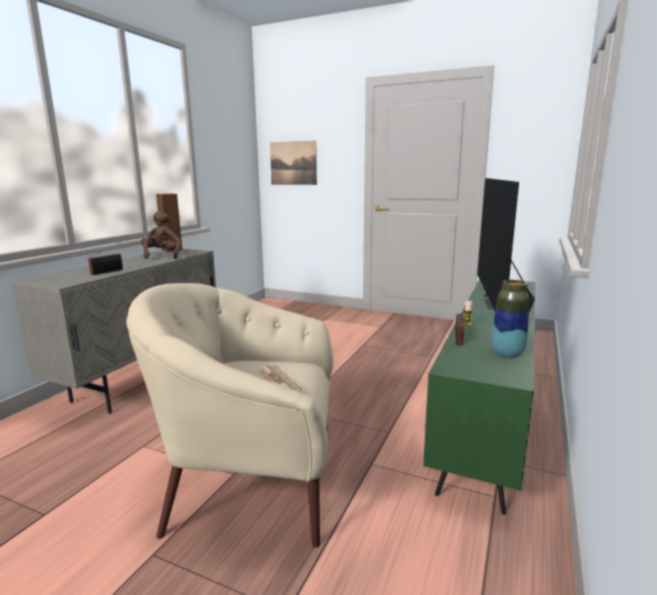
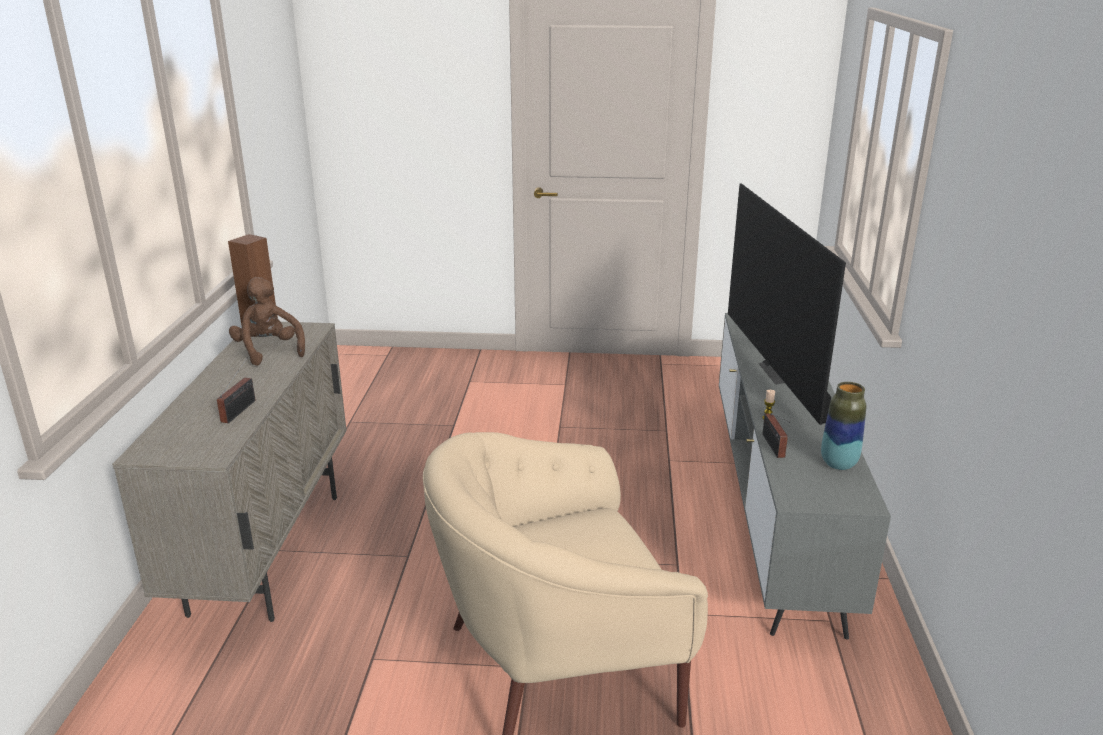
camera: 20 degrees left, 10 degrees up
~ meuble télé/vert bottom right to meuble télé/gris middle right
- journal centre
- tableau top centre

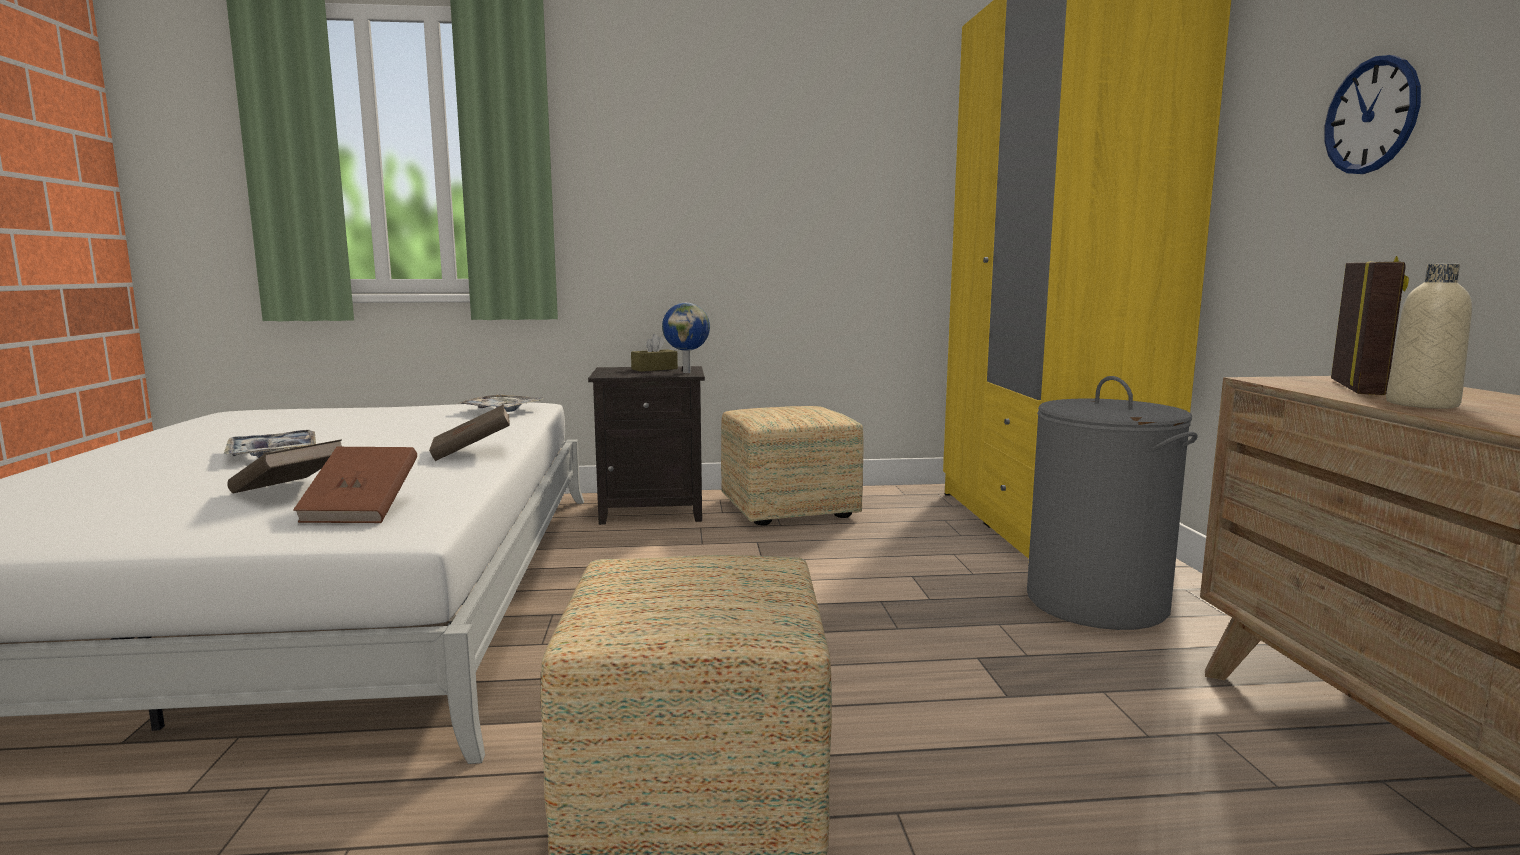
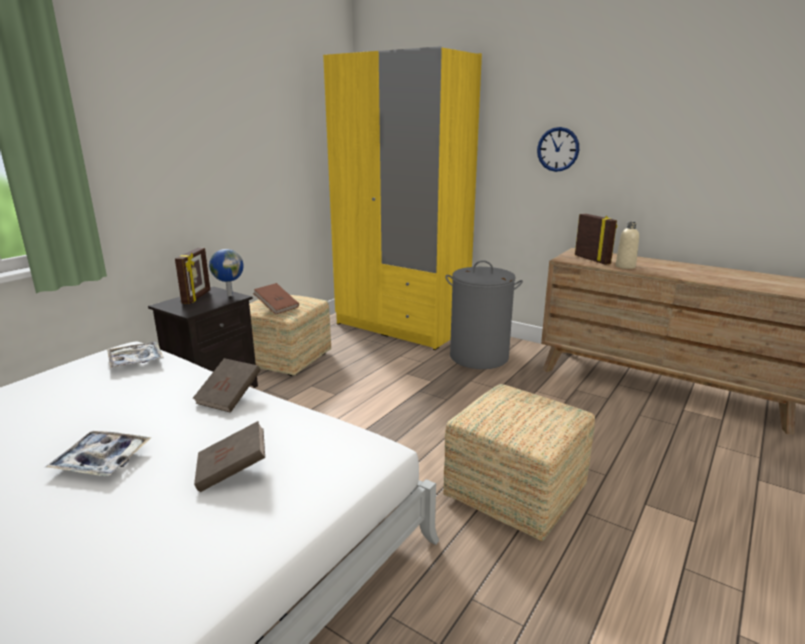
camera: 50 degrees left, 10 degrees up
~ boîte à mouchoirs/marron centre to cadre photo (1st from left) middle left
~ livre/marron (2nd from left in the first image) middle left to livre/marron (3rd from left) centre

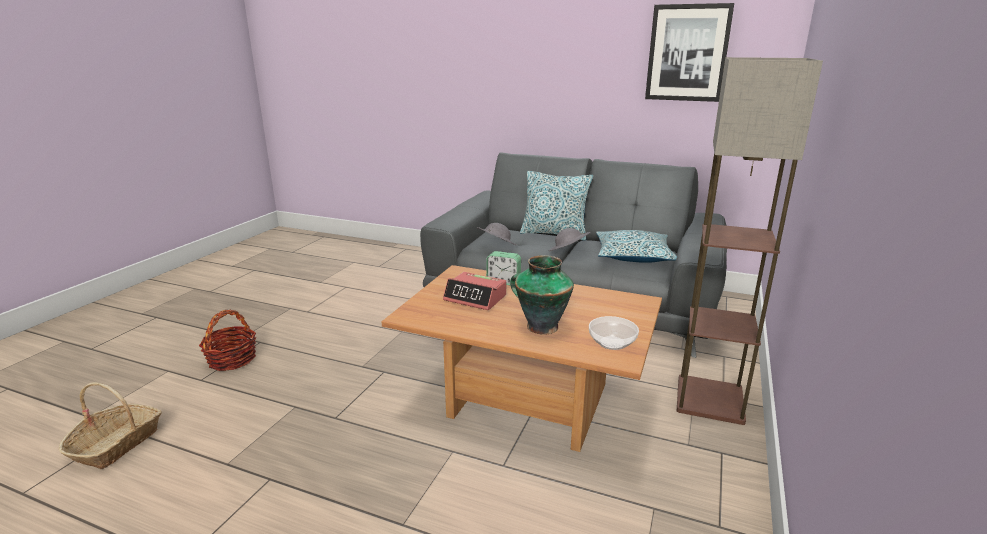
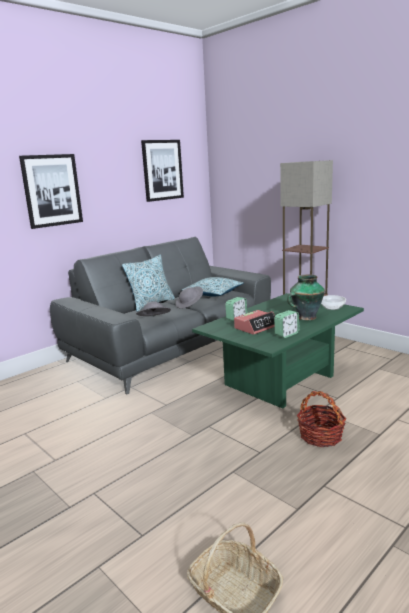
camera: 65 degrees left, 5 degrees down
+ tableau (1st from left) top left
~ table basse/marron bottom centre to table basse/vert middle right
+ réveil (3rd from left) middle right
~ panier (2nd from left) middle left to bottom right

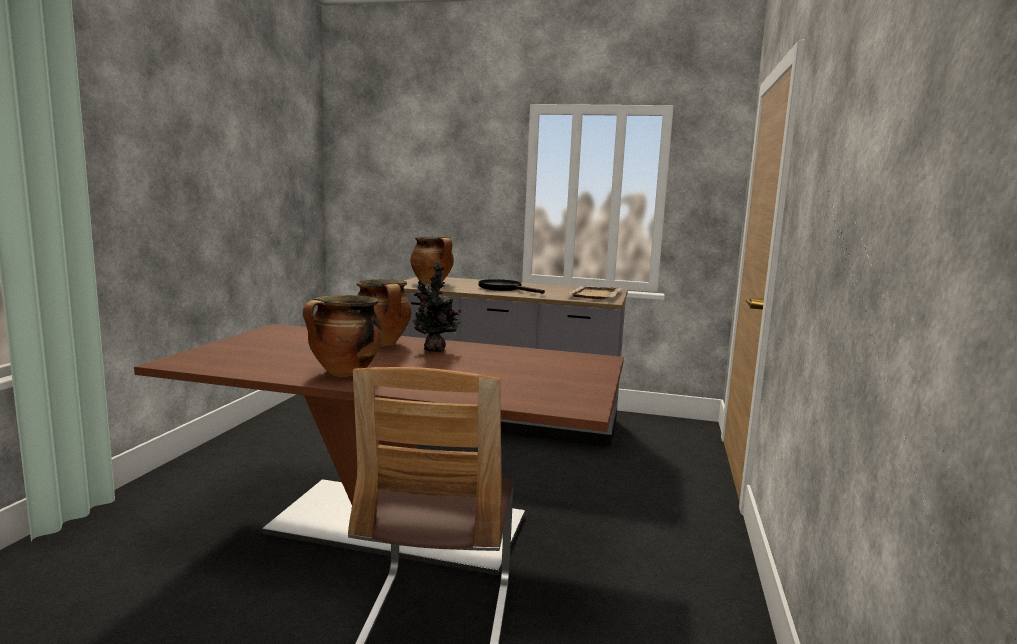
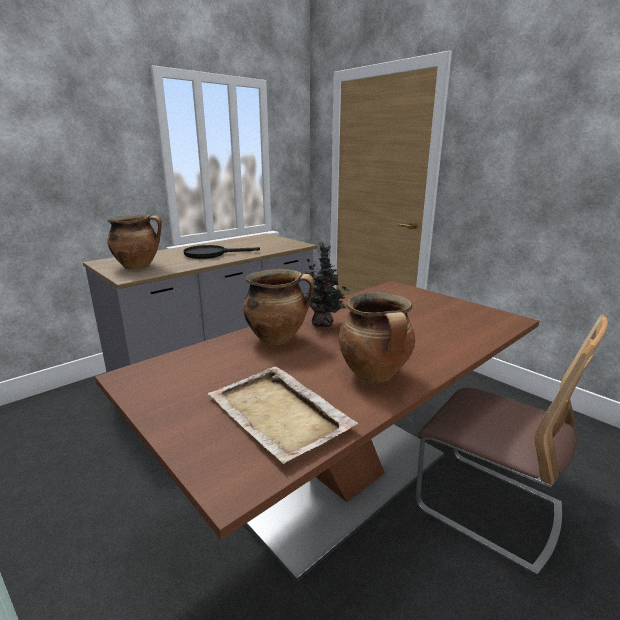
camera: 55 degrees left, 10 degrees up
~ plateau/beige centre to bottom centre

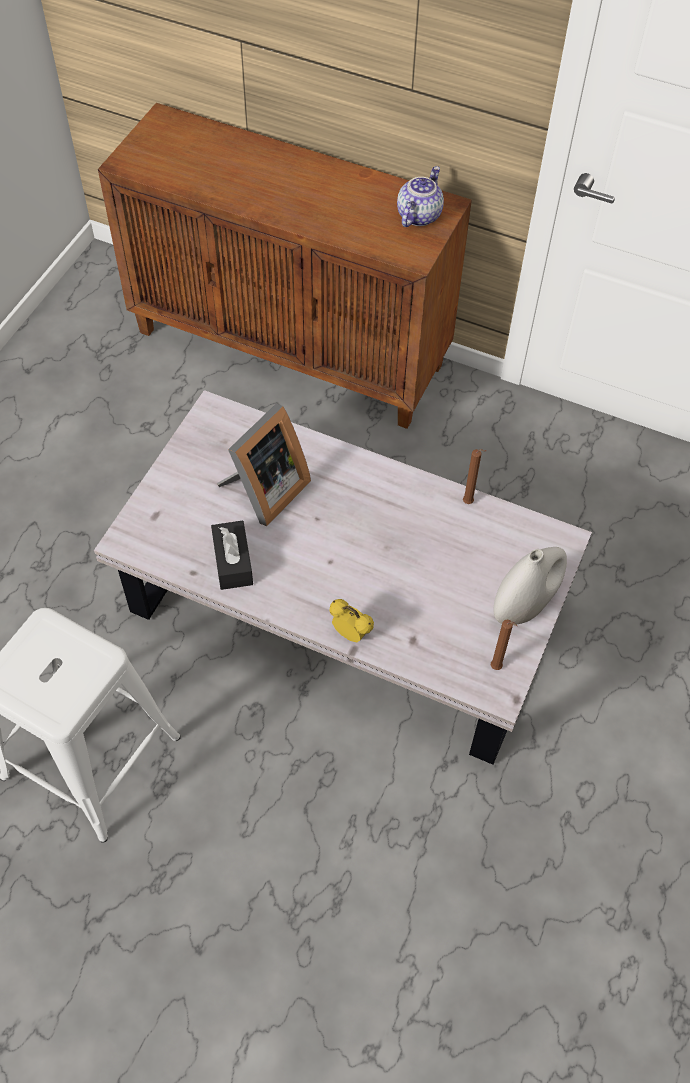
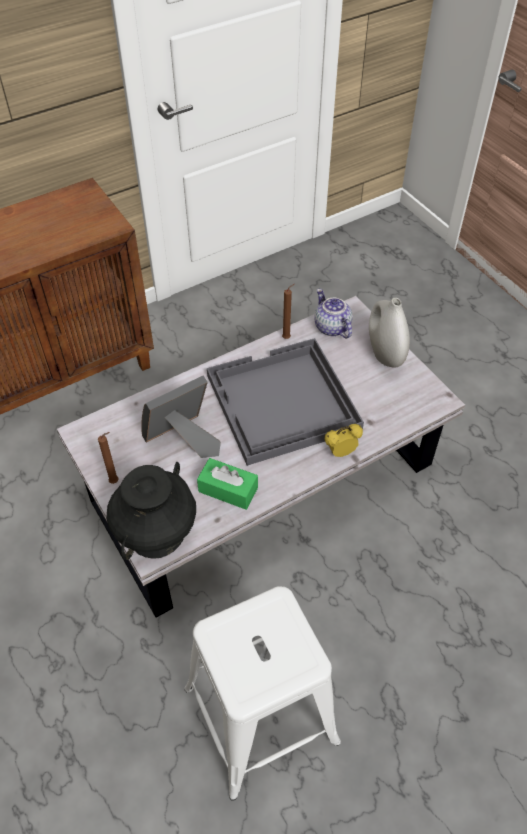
camera: 55 degrees left, 5 degrees down
~ bougie/marron (2nd from left in the first image) middle right to bougie/marron (1st from left) middle left
+ vase/noir middle left
~ cadre photo centre = centre 105 degrees counterclockwise
~ boîte à mouchoirs/noir centre to boîte à mouchoirs/vert centre
+ plateau/gris centre
~ théière top centre to centre

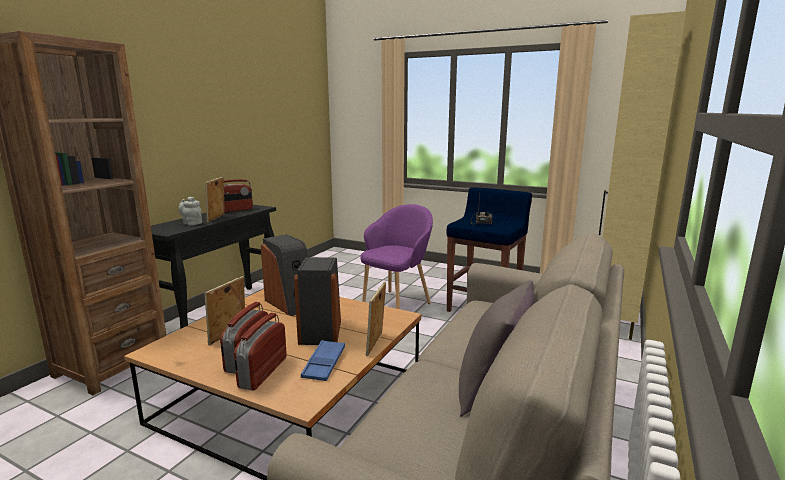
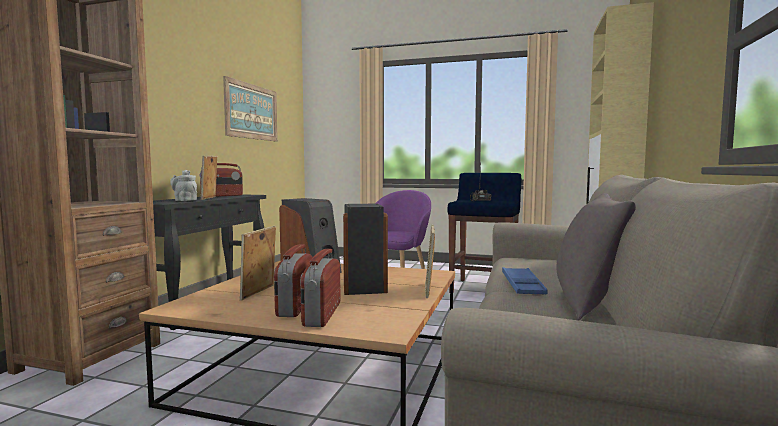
camera: 10 degrees left, 10 degrees down
+ tableau top left
~ plateau/bleu bottom centre to middle right

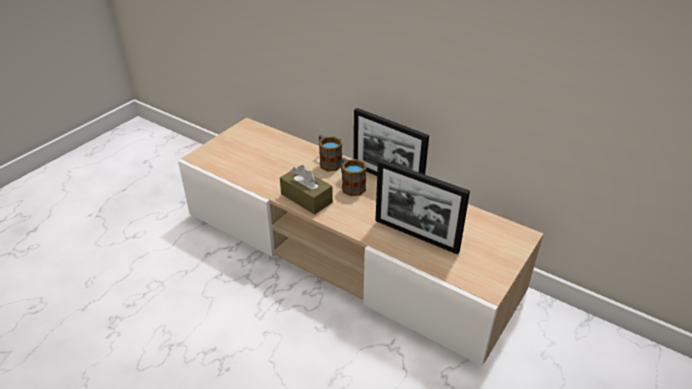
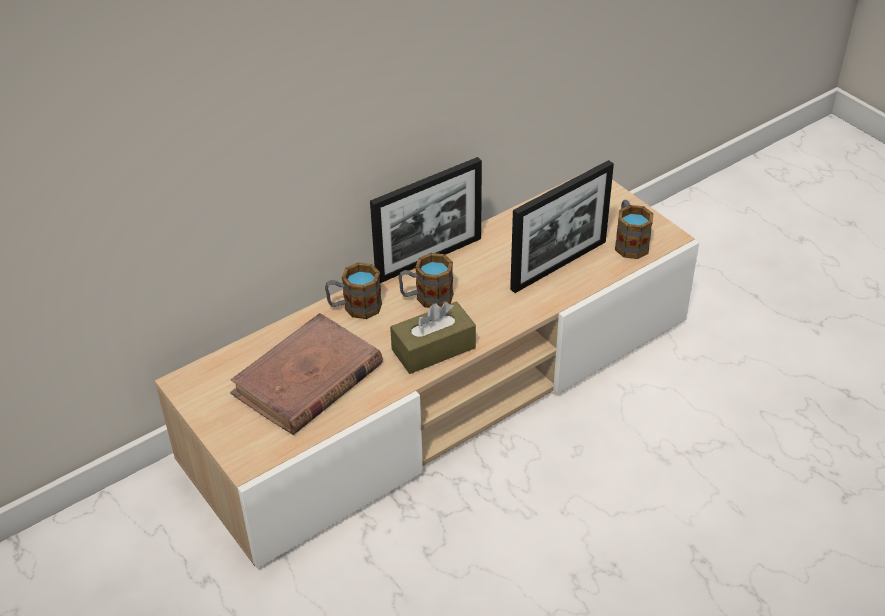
camera: 70 degrees left, 5 degrees up
+ livre/marron centre
+ mug (3rd from left) middle right

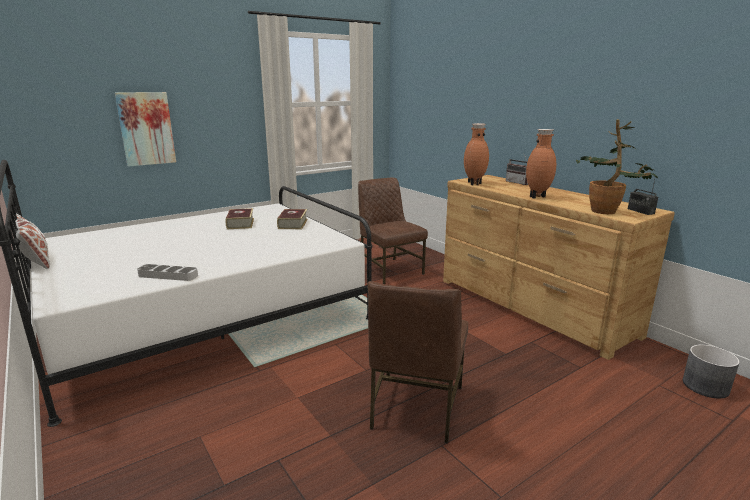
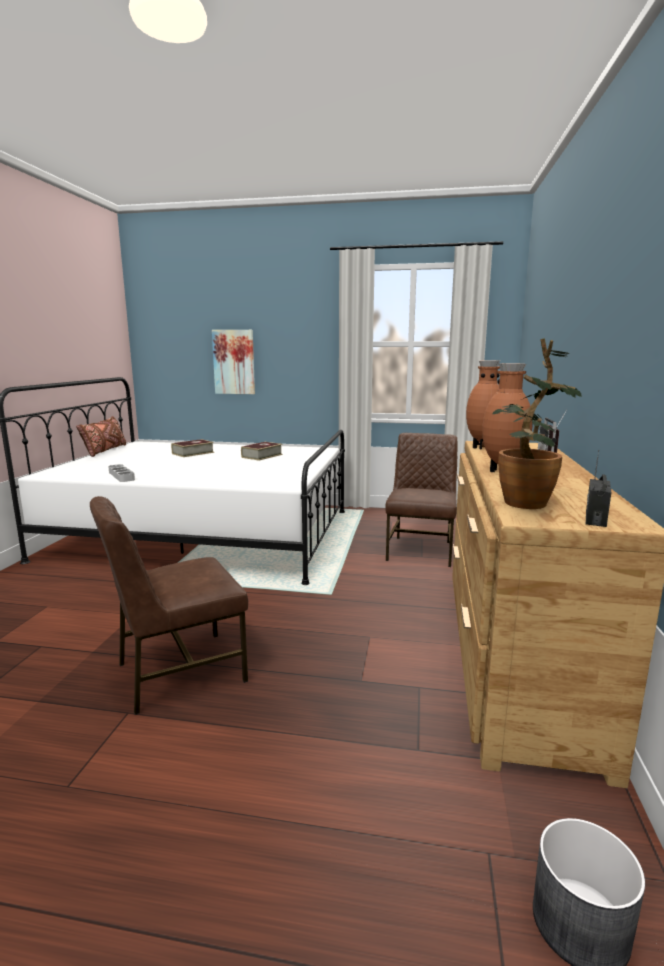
camera: 45 degrees right, 5 degrees down
~ coussin/blanc middle left to coussin/marron middle left
~ livre (2nd from left in the first image) centre to livre (1st from left) middle left

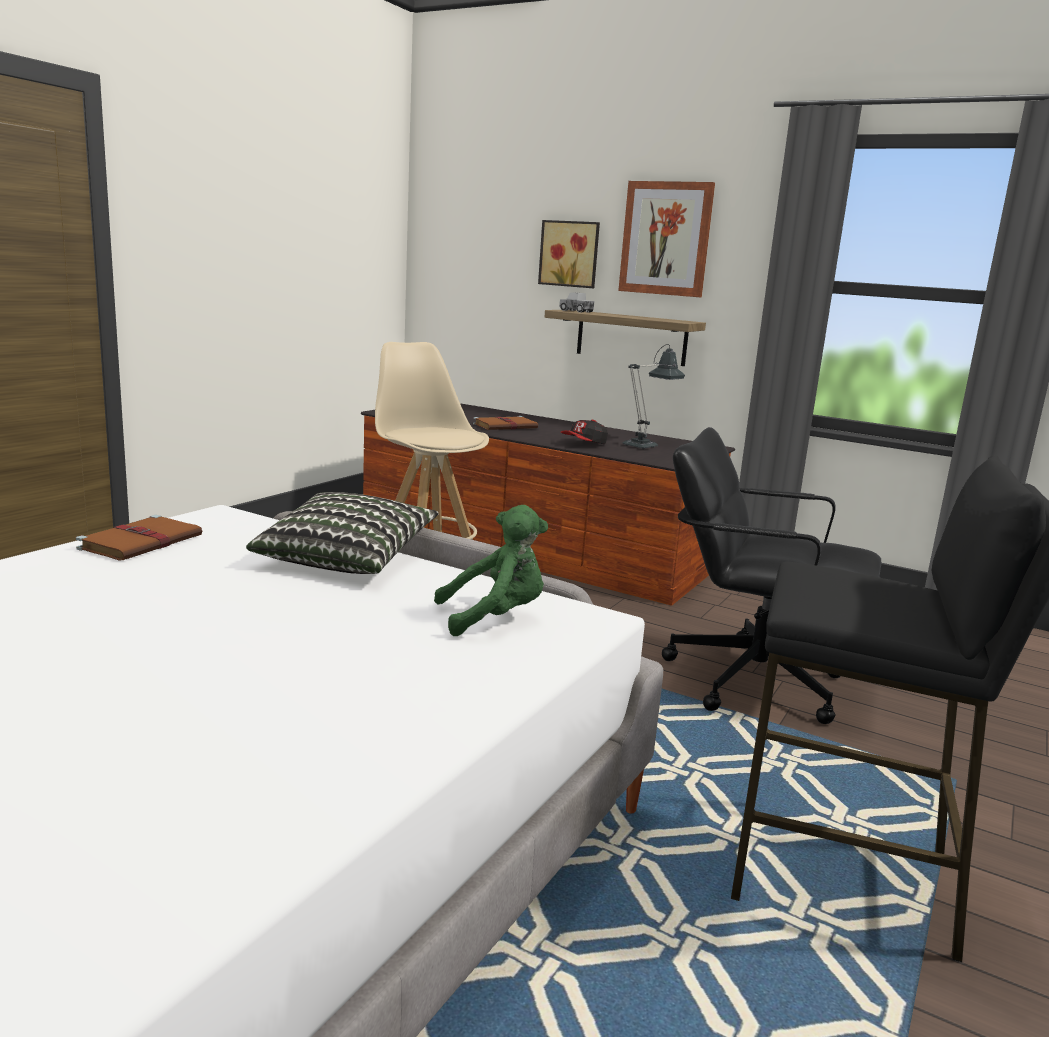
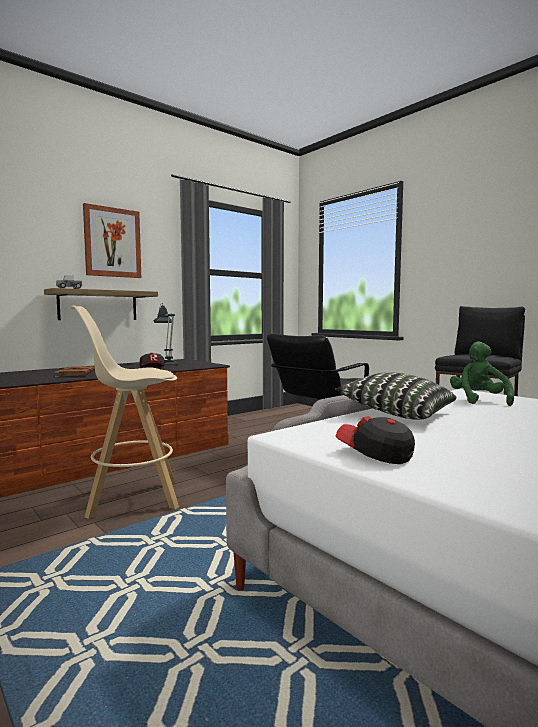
camera: 70 degrees left, 10 degrees down
~ livre/marron (1st from left) middle left to casquette (2nd from left) middle right
- tableau (1st from left) top centre

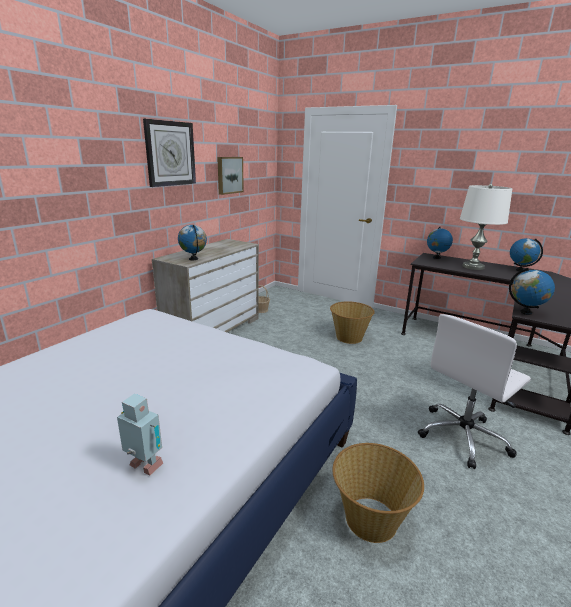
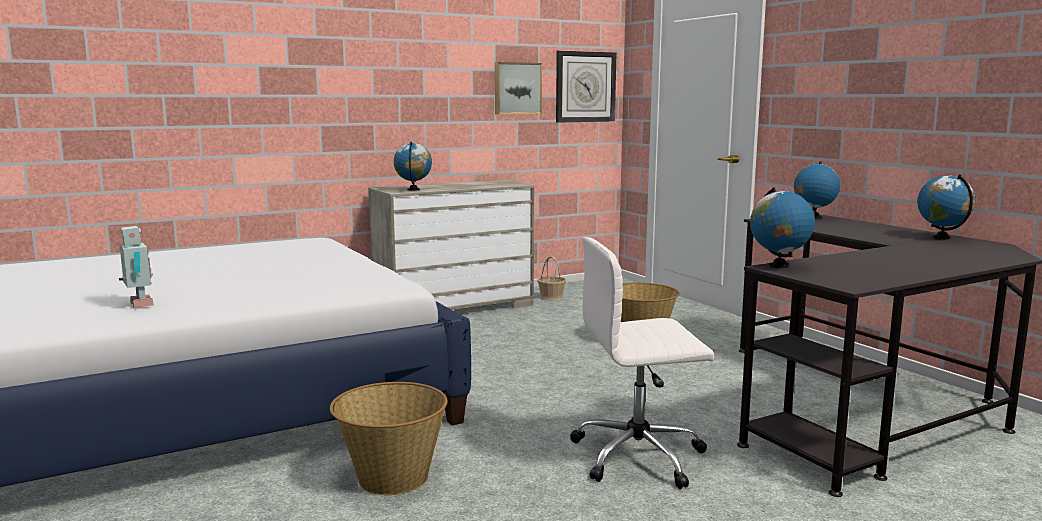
camera: 30 degrees right, 10 degrees down
~ horloge murale top left to top centre
- lampe de table/blanc middle right

